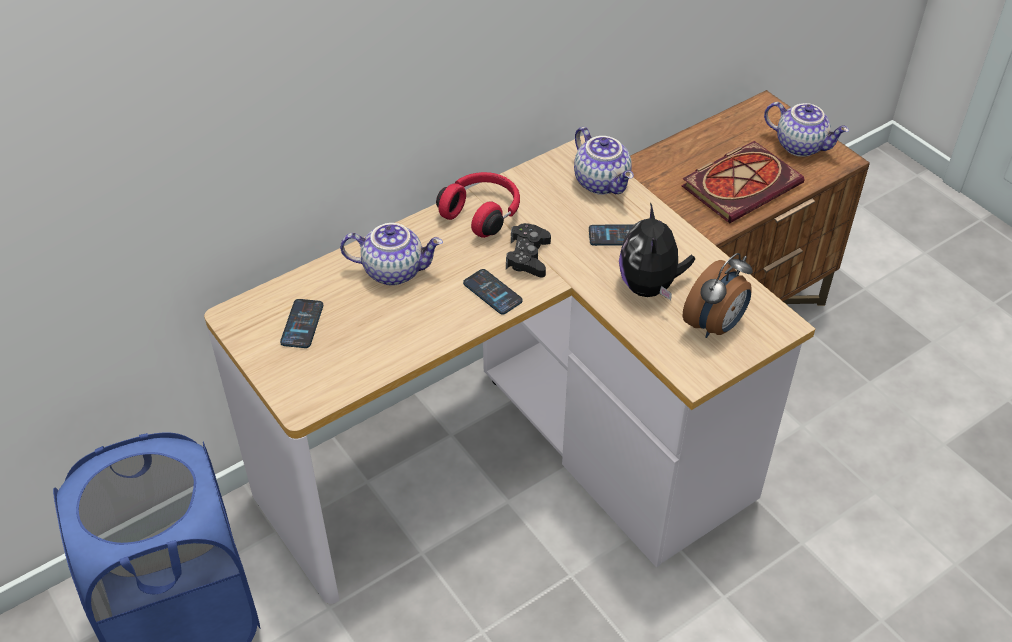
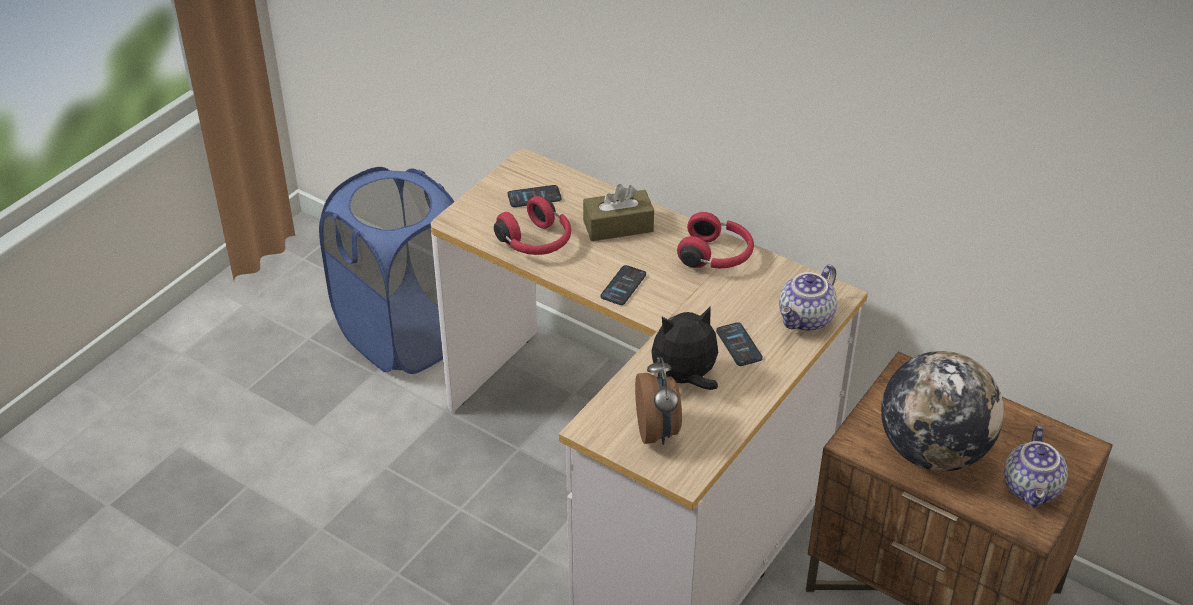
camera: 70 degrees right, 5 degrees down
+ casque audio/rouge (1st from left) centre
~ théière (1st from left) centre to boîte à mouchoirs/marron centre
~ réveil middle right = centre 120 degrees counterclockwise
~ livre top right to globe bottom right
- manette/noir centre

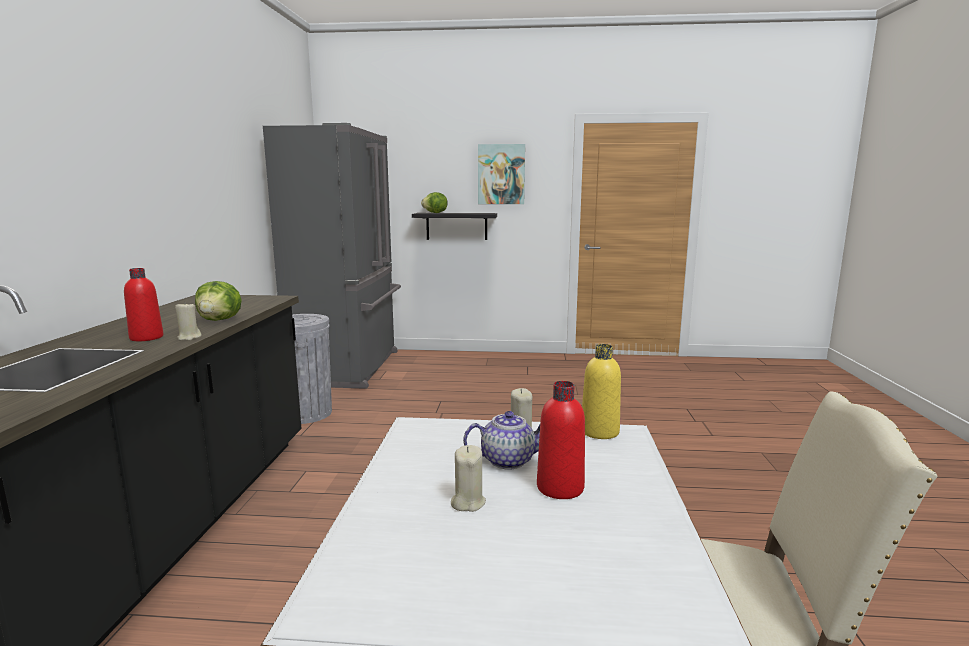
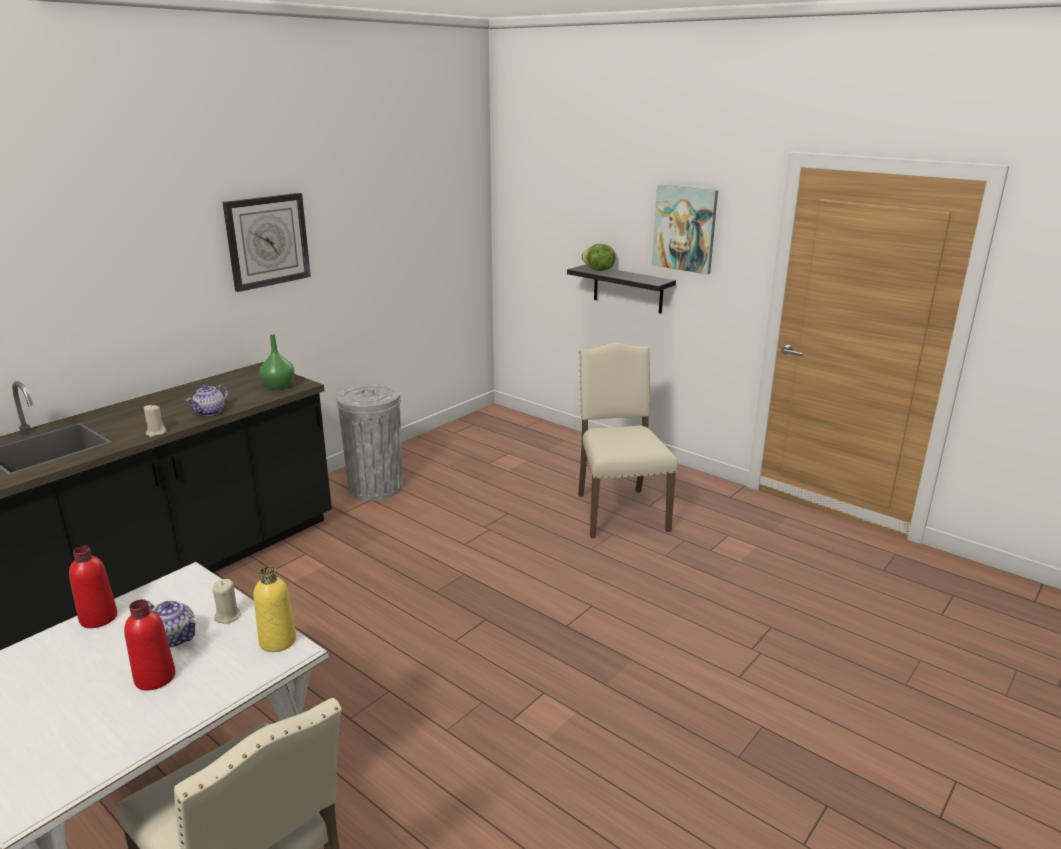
camera: 35 degrees right, 10 degrees up
~ bouteille/rouge (1st from left) middle left to bottom left
~ laitue (1st from left) middle left to théière (2nd from left) middle left
+ horloge murale top left
+ vase/vert middle left
+ chaise/beige (2nd from left) centre
- réfrigérateur/gris centre
- bougie/beige (2nd from left) bottom centre

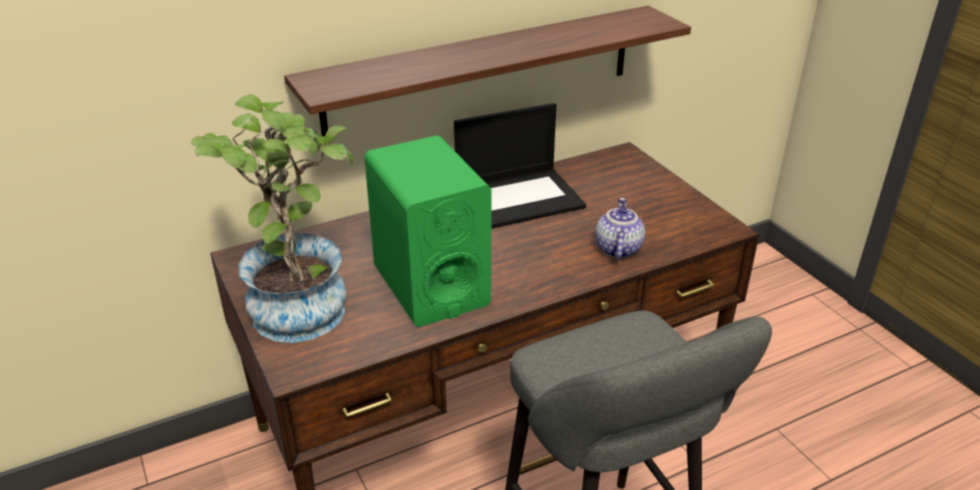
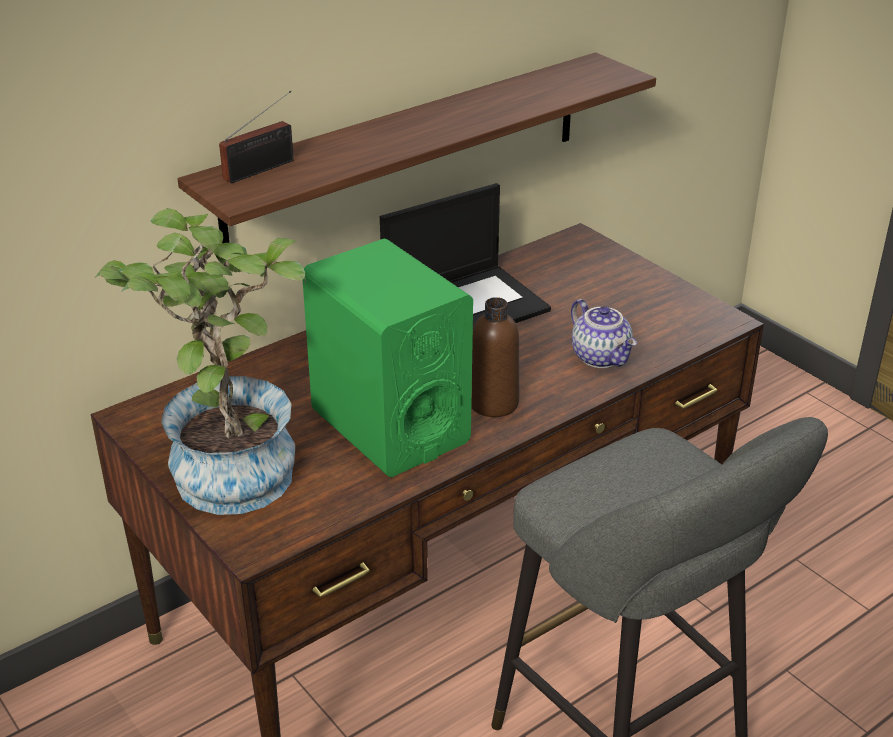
camera: 10 degrees left, 0 degrees up
+ radio top left
+ bouteille/marron centre
~ théière centre = middle right 150 degrees clockwise

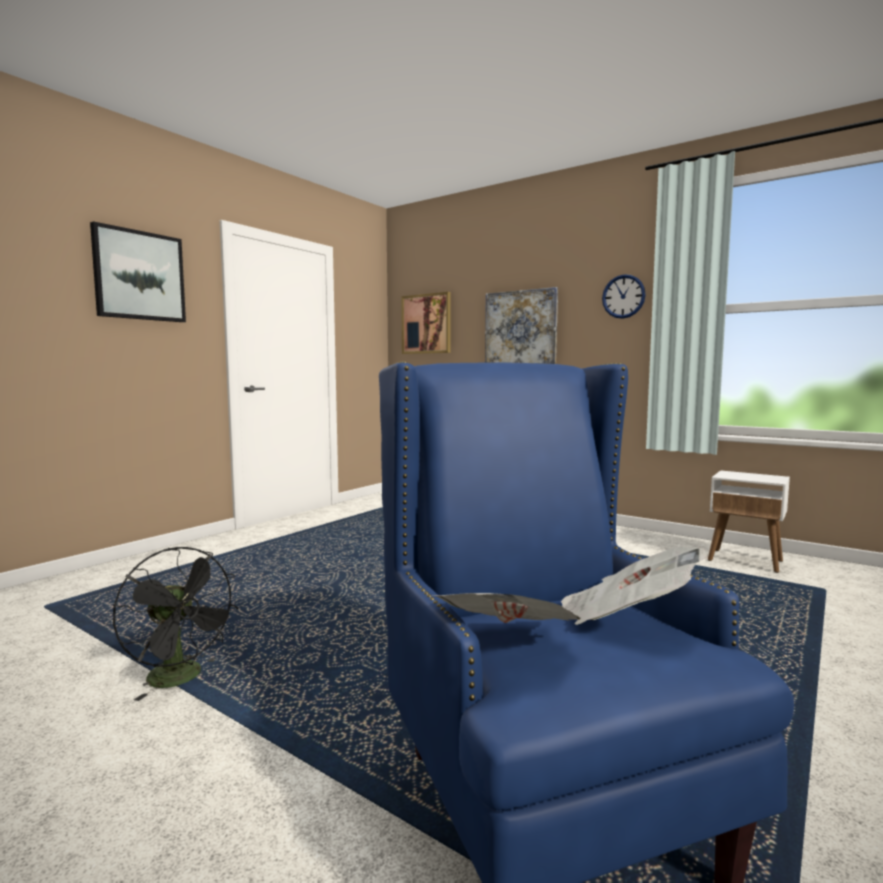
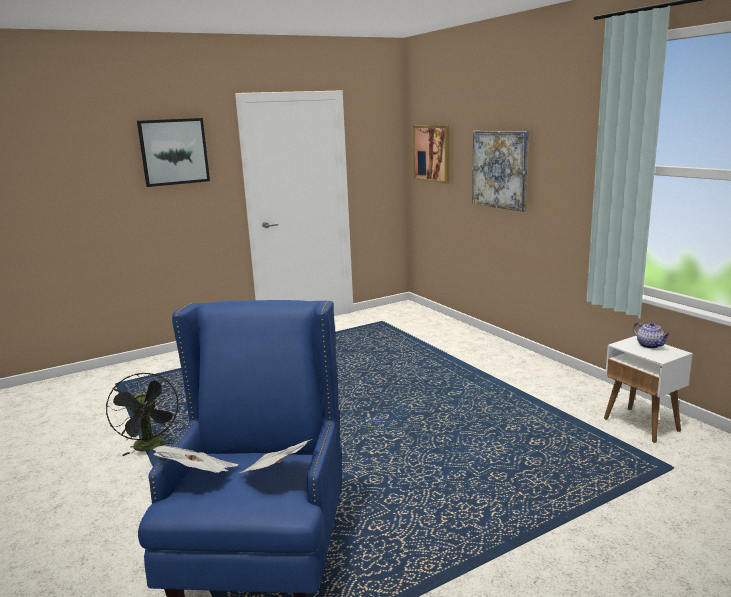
camera: 25 degrees right, 10 degrees up
+ théière middle right
- horloge murale middle right

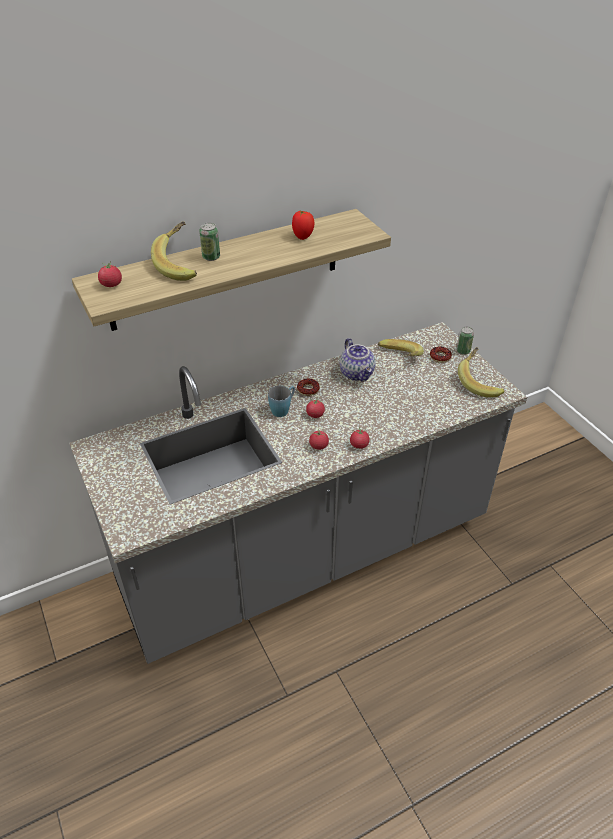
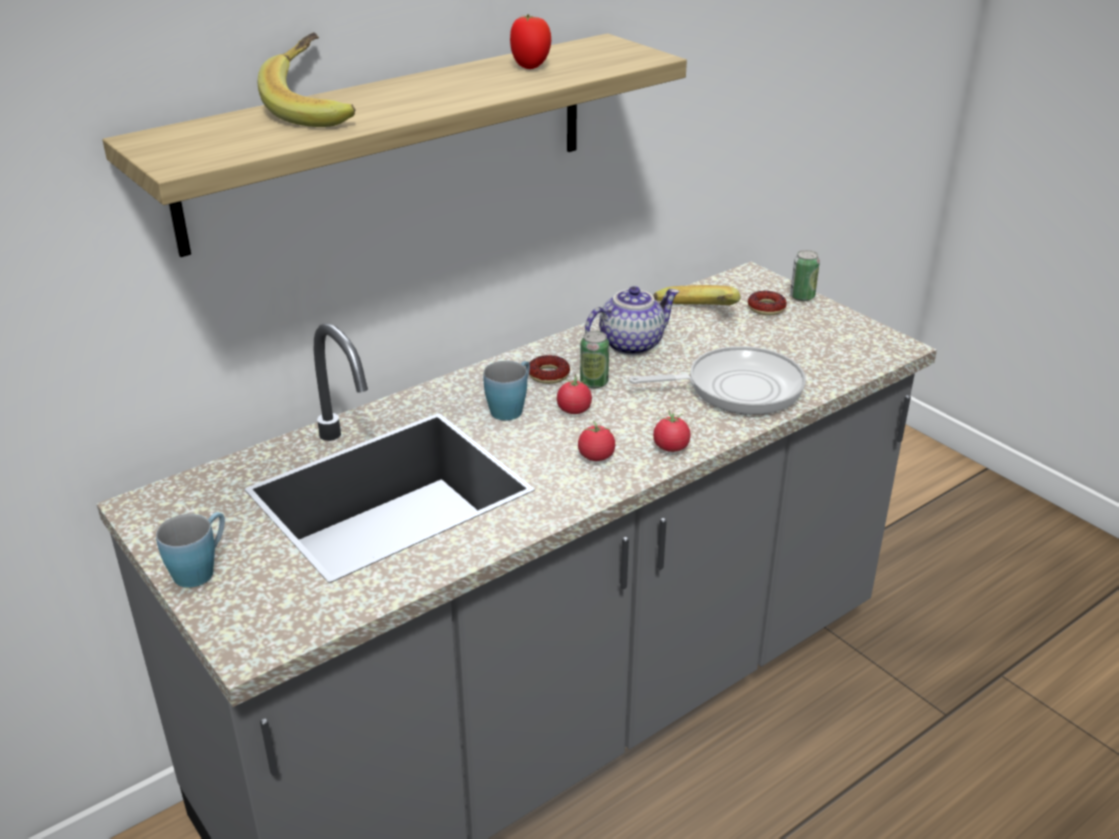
camera: 10 degrees left, 10 degrees down
+ mug/bleu (1st from left) middle left
~ boîte métallique (1st from left) top centre to centre
~ théière centre = centre 90 degrees counterclockwise
+ poêle centre
- tomate (1st from left) top left
- banane (3rd from left) middle right

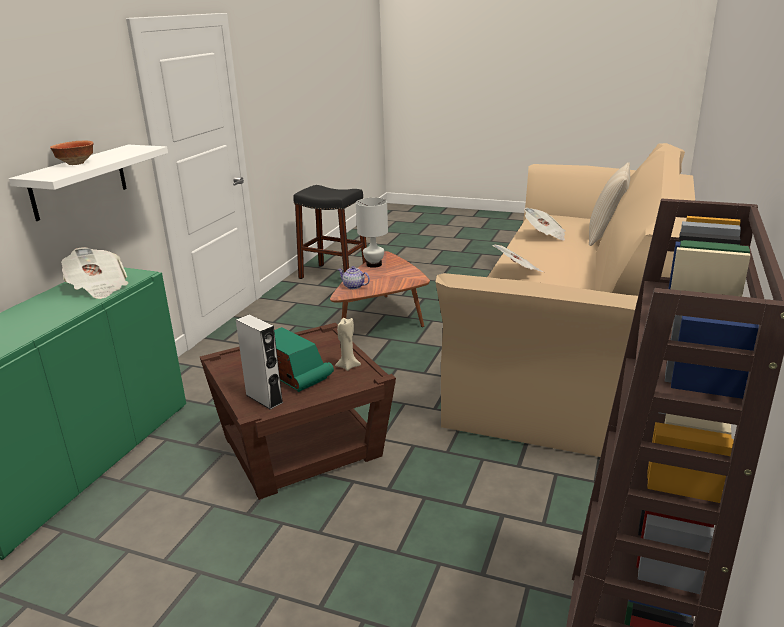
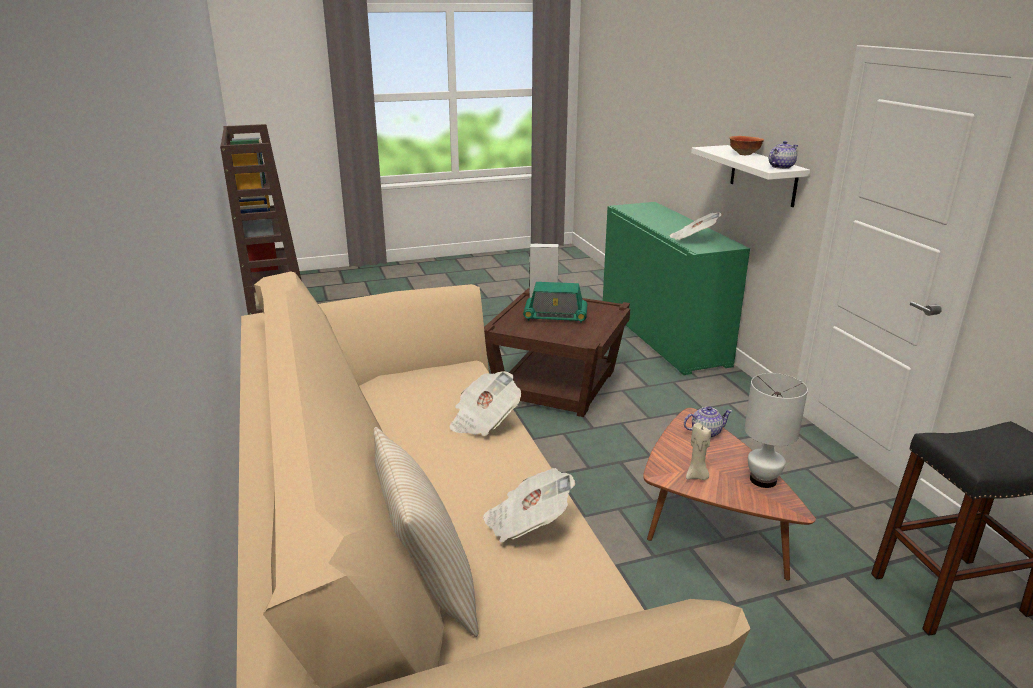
camera: 140 degrees right, 0 degrees up
~ bougie/beige centre to middle right
+ théière (2nd from left) top right

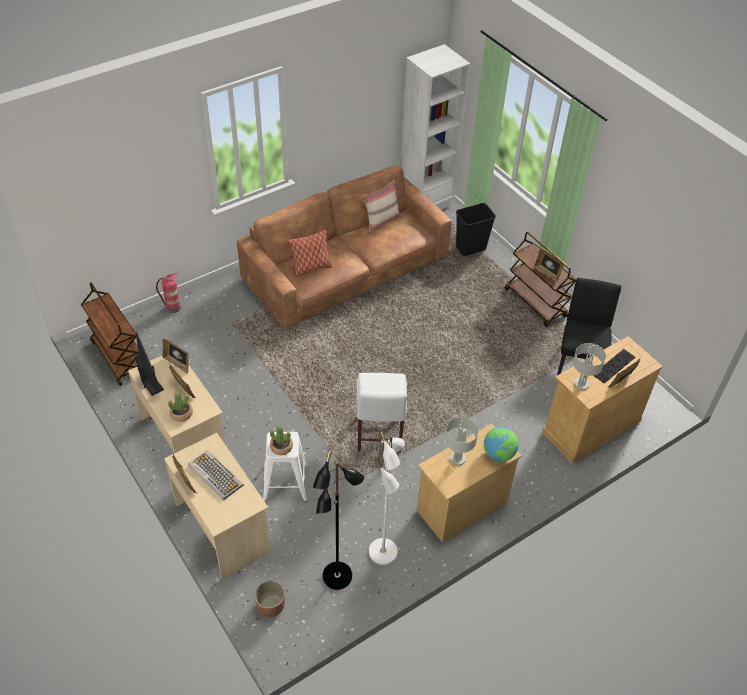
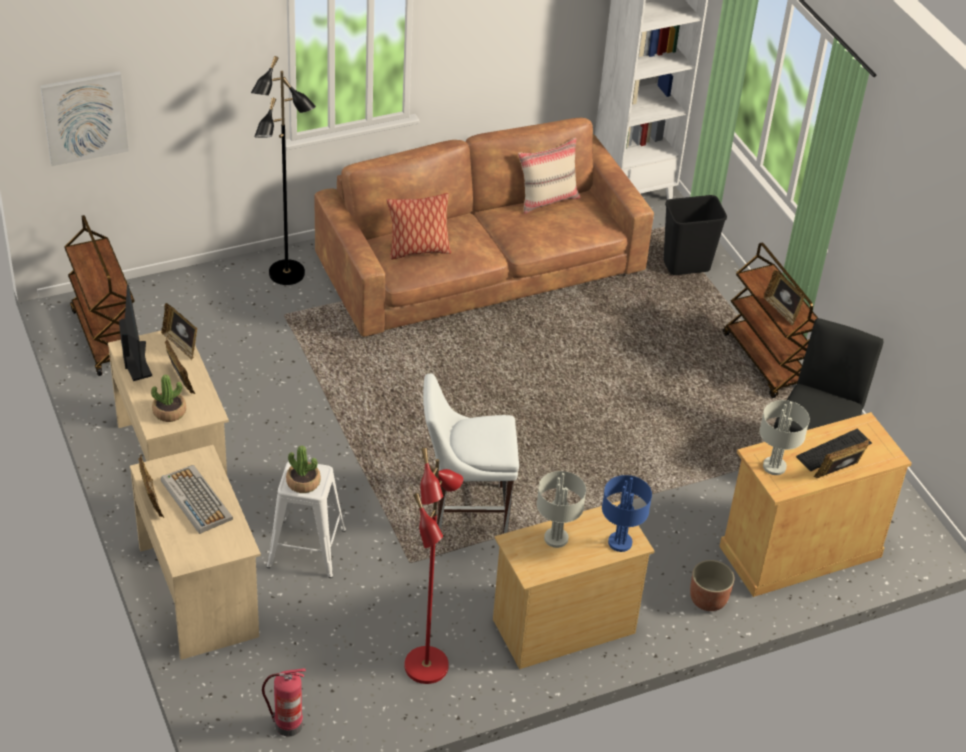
camera: 10 degrees right, 5 degrees down
+ tableau top left
~ lampadaire/noir bottom centre to top left
~ extincteur middle left to bottom left
~ lampadaire/blanc bottom centre to lampadaire/rouge bottom centre
~ chaise/blanc centre = centre 75 degrees clockwise
~ globe middle right to lampe de table/bleu bottom centre
~ cache-pot bottom centre to bottom right

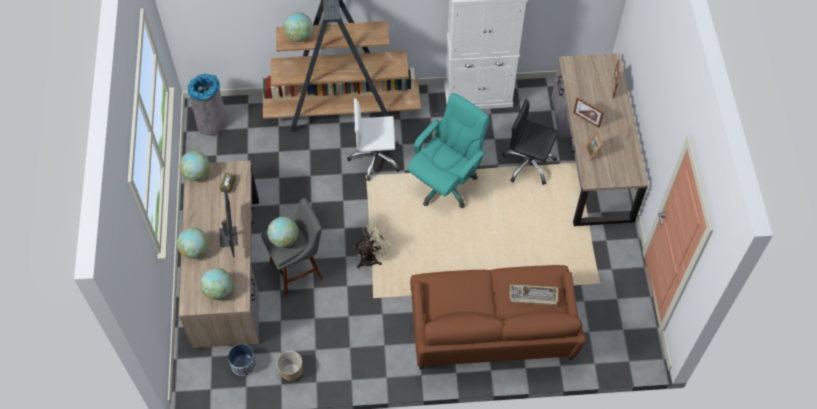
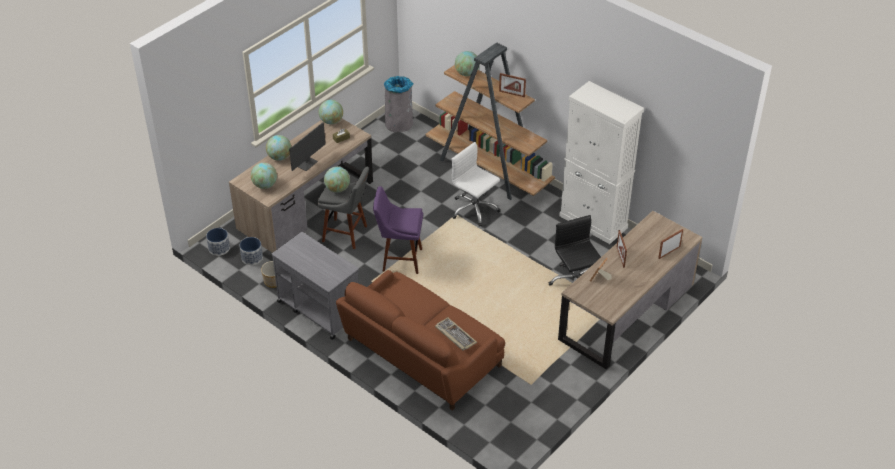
camera: 45 degrees right, 15 degrees down
+ cache-pot (1st from left) middle left
+ chariot/gris centre
~ ventilateur/beige centre to tabouret/violet centre
+ cadre photo (1st from left) top centre
- chaise de bureau/turquoise centre

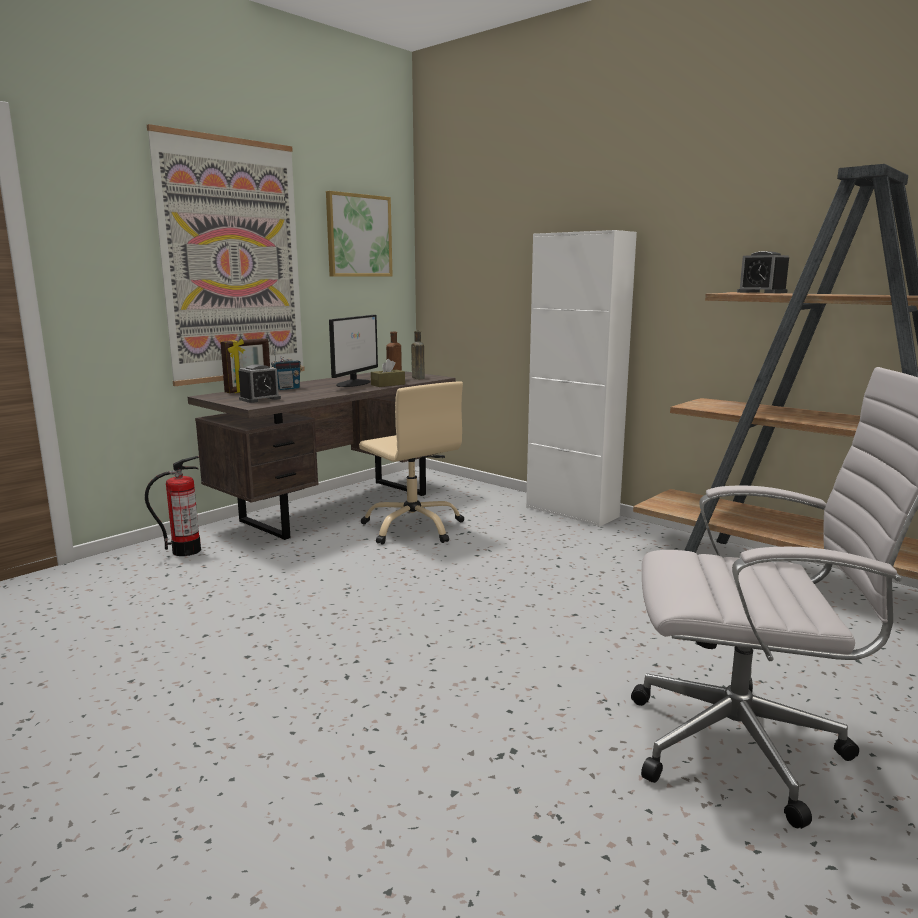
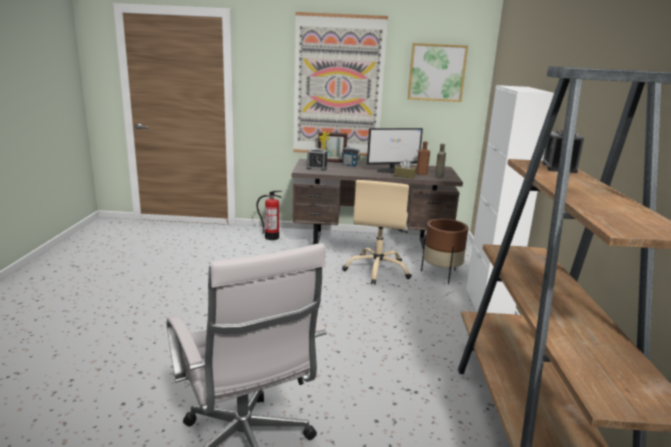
camera: 50 degrees right, 5 degrees up
+ cache-pot/marron centre

